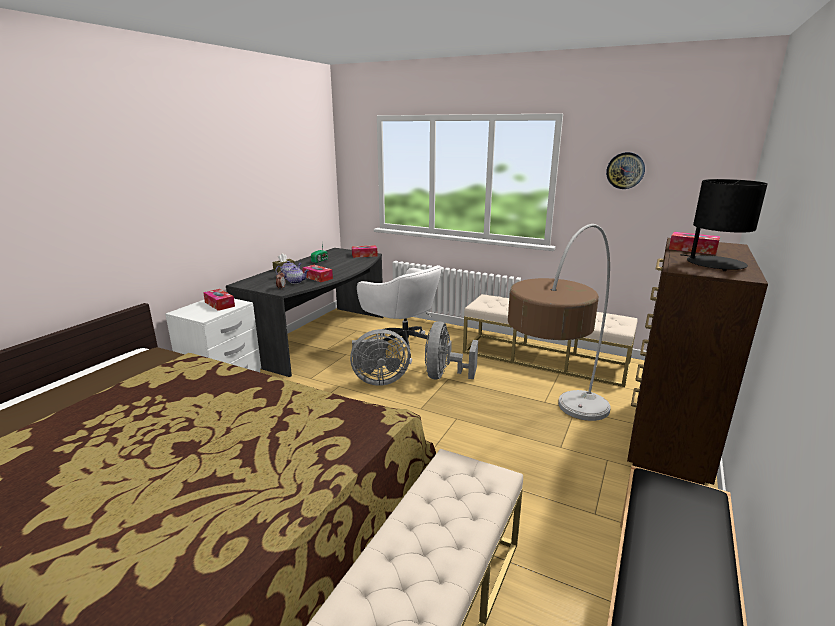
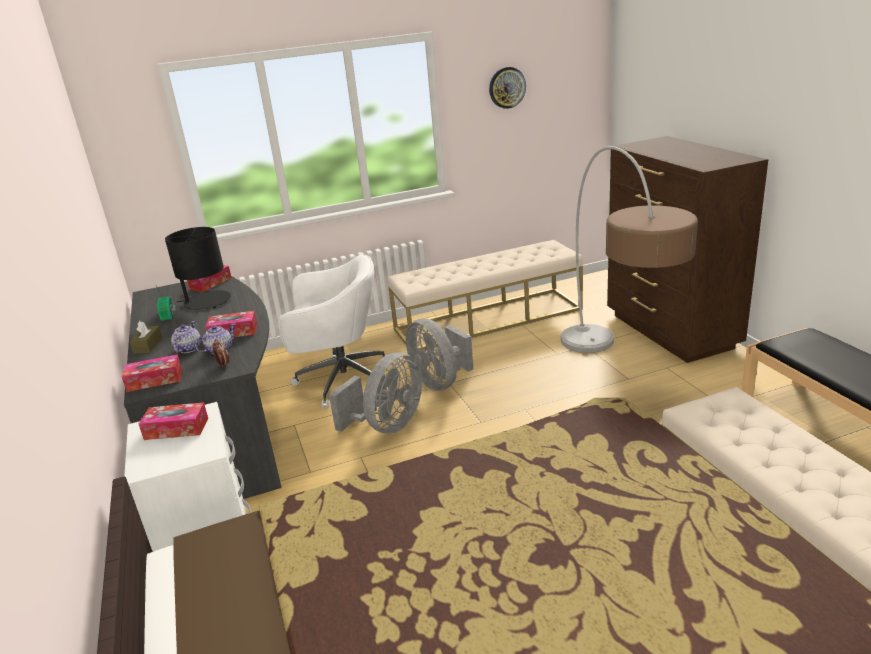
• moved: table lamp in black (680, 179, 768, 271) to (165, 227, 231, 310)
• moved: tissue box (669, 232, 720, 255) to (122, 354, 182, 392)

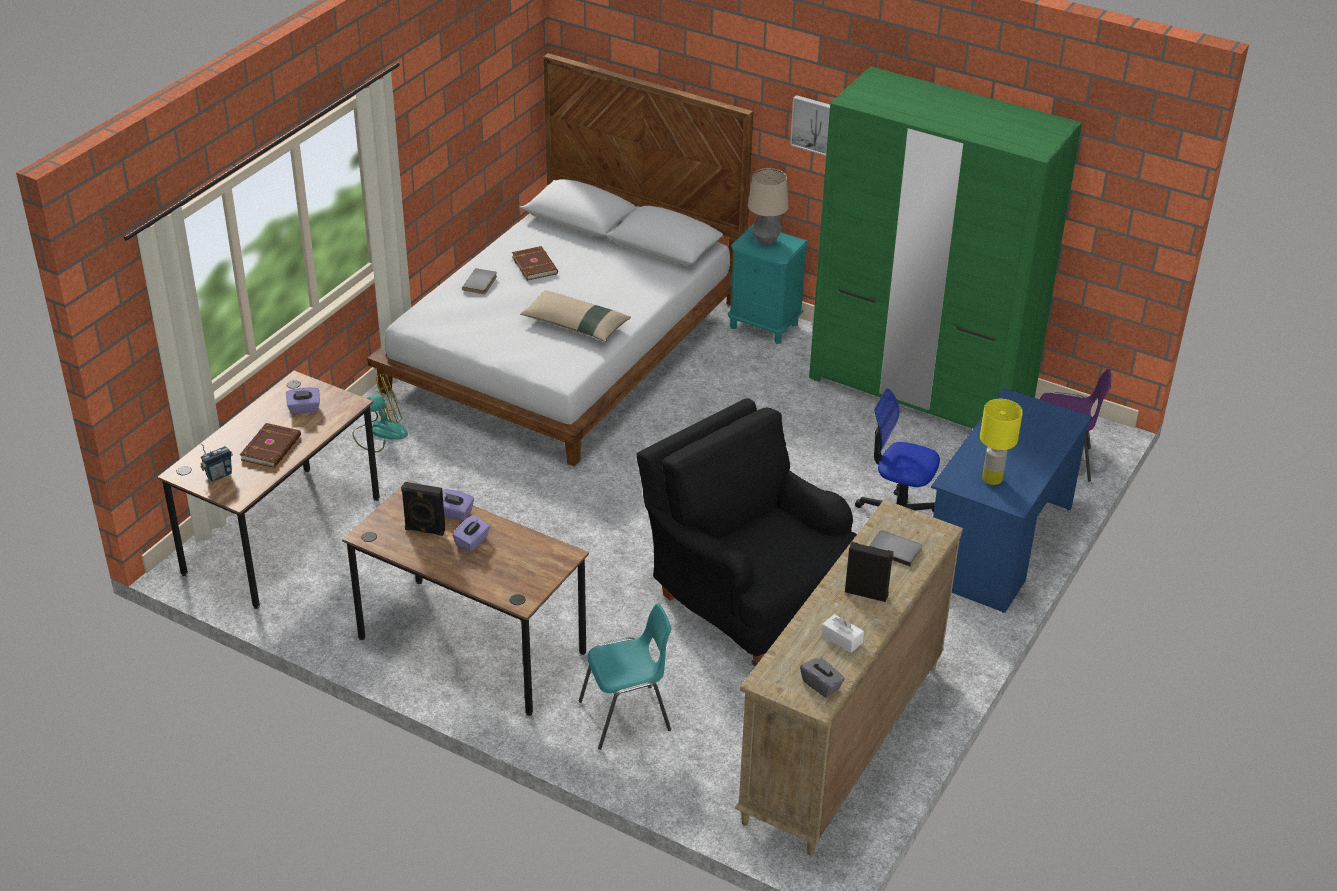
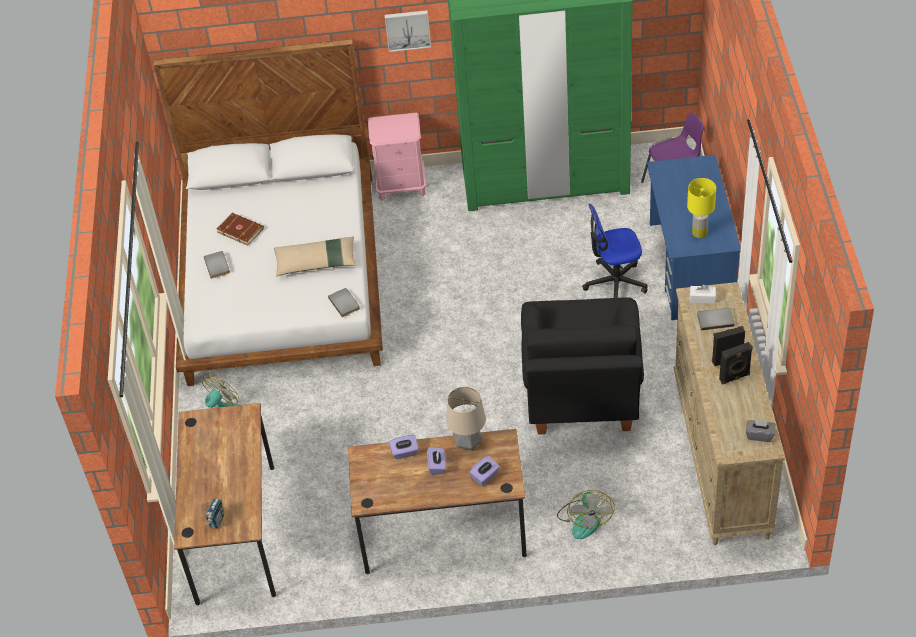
• moved: table lamp (748, 168, 789, 246) to (446, 387, 486, 451)
• recoloured: nightstand in turquoise (728, 224, 808, 344) to nightstand in pink (368, 113, 426, 201)
• moved: tissue box in purple (286, 387, 320, 414) to (469, 456, 500, 486)
• turned: armchair in black (637, 398, 857, 666) = (521, 297, 644, 435) 105 degrees counterclockwise
• removed: book in brown (240, 423, 301, 468)
• moved: speaker in black (401, 482, 445, 536) to (719, 342, 753, 385)
• replaced: chair in turquoise (579, 603, 671, 750) to fan (557, 490, 615, 539)
• moved: tissue box in white (821, 614, 864, 653) to (690, 284, 716, 304)
• added: book in grey (328, 288, 360, 317)

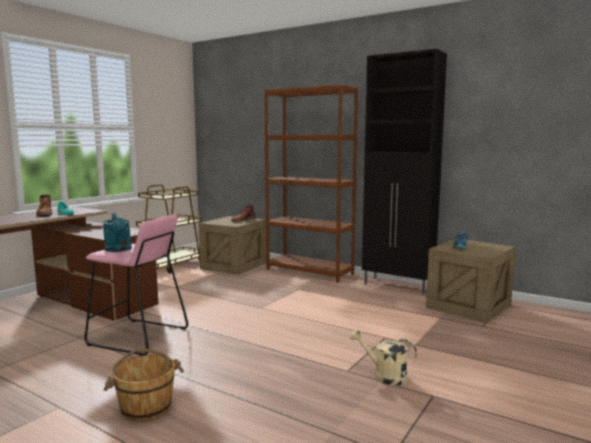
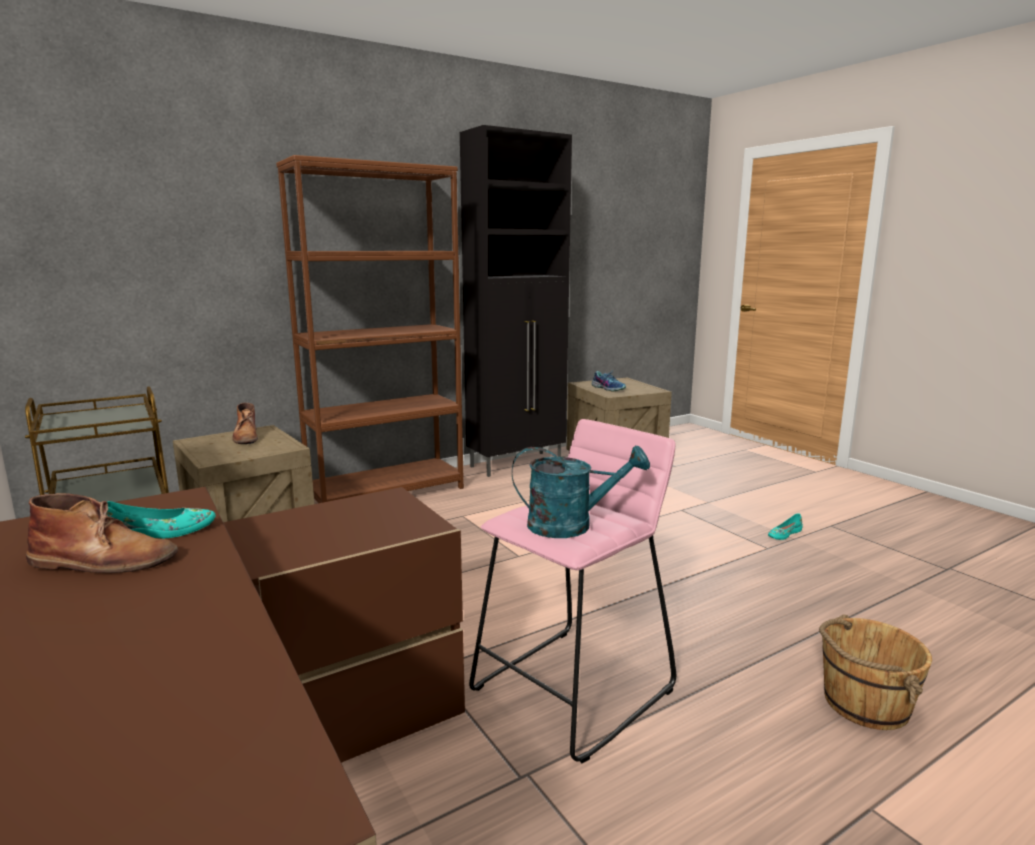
• replaced: watering can in beige (350, 329, 417, 385) to shoe in turquoise (768, 513, 803, 540)

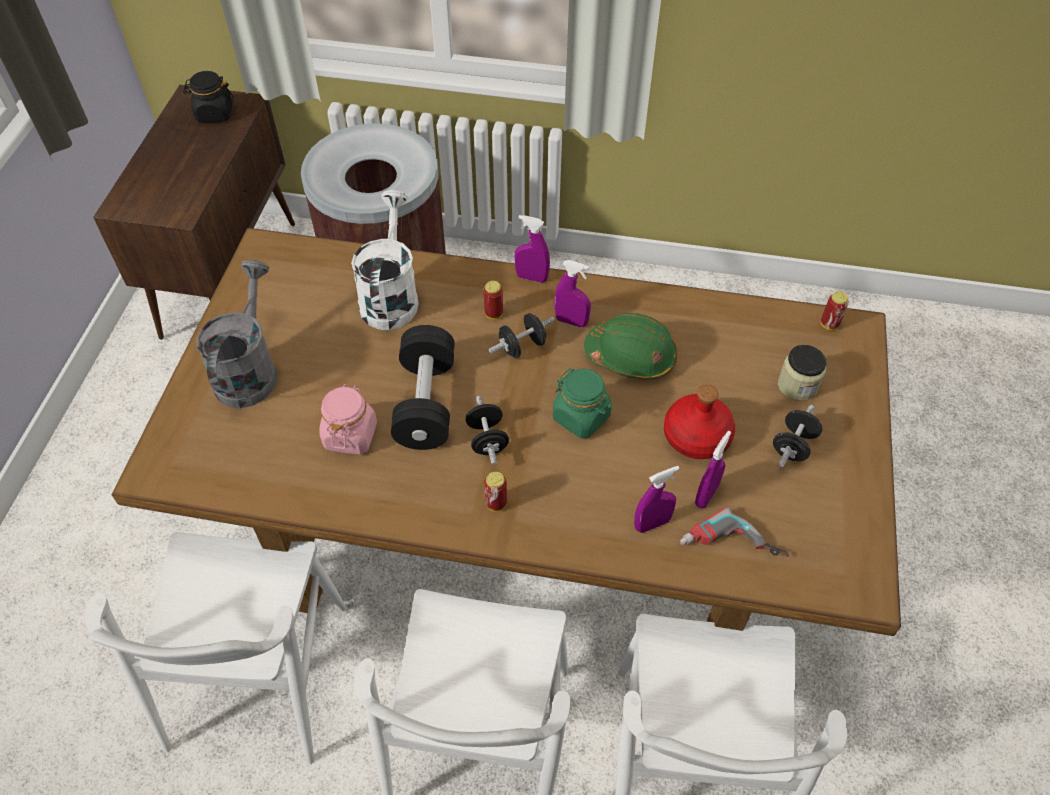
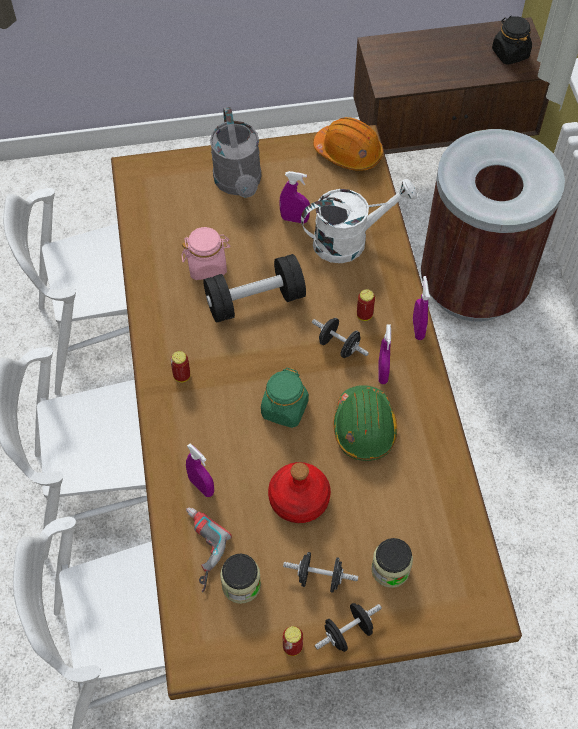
• turned: watering can in grey (196, 259, 277, 408) = (210, 107, 261, 198) 90 degrees clockwise
• moved: can (821, 291, 849, 330) to (283, 626, 303, 656)
• moved: dumbbell in black (466, 396, 509, 465) to (315, 603, 382, 652)
• moved: spray bottle in purple (695, 431, 732, 508) to (279, 171, 310, 223)
• added: hard hat in orange (313, 117, 383, 171)
• added: jar (220, 554, 261, 604)

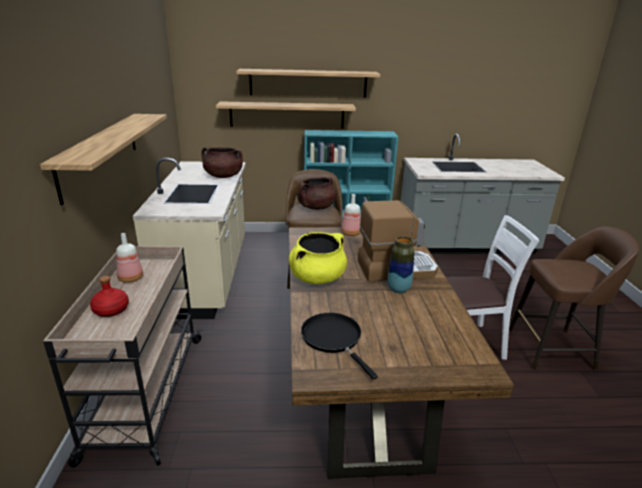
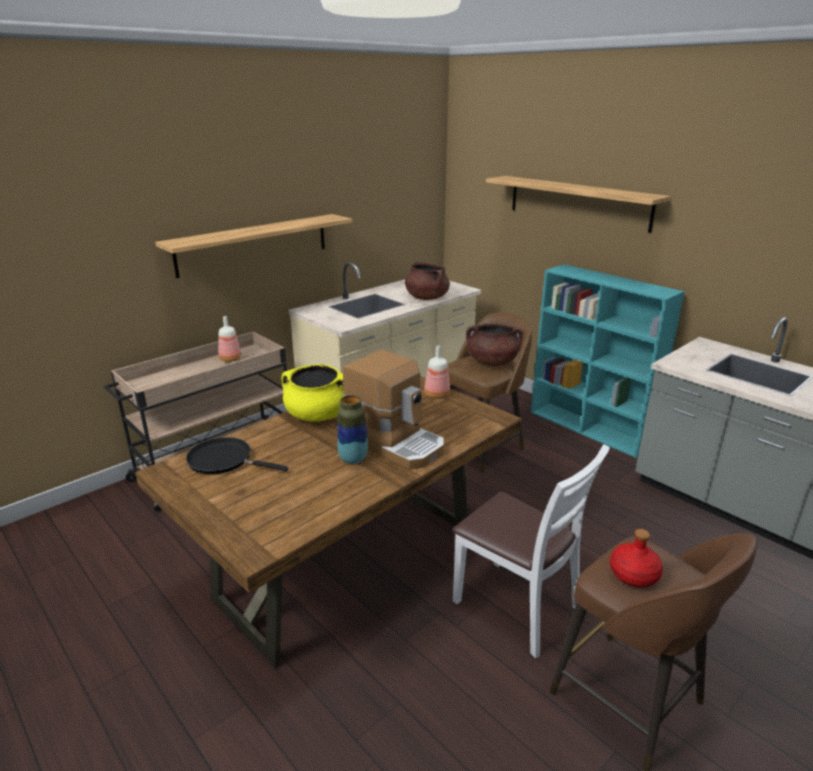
• removed: shelf (216, 101, 356, 129)
• moved: bottle in red (90, 276, 129, 317) to (610, 529, 663, 588)
• turned: frying pan in black (301, 313, 378, 380) = (186, 437, 289, 474) 90 degrees counterclockwise

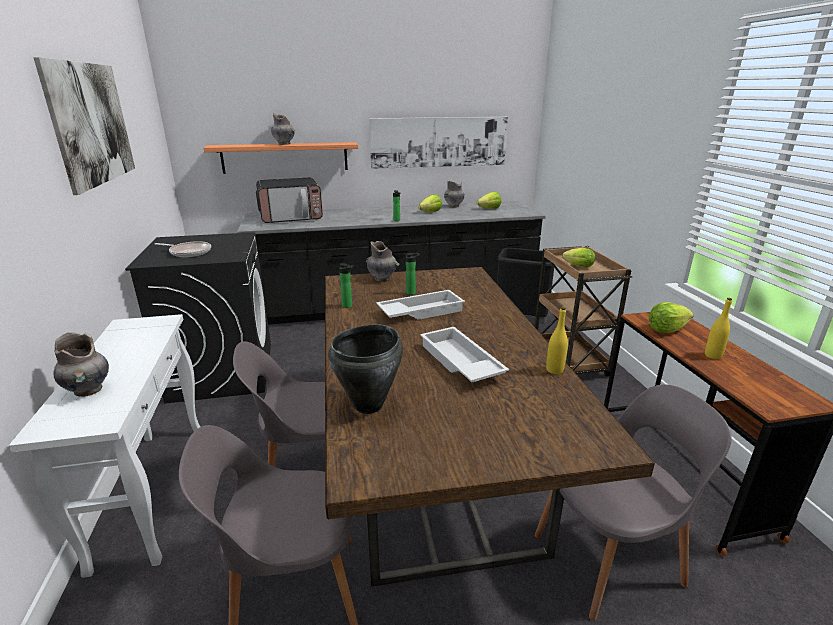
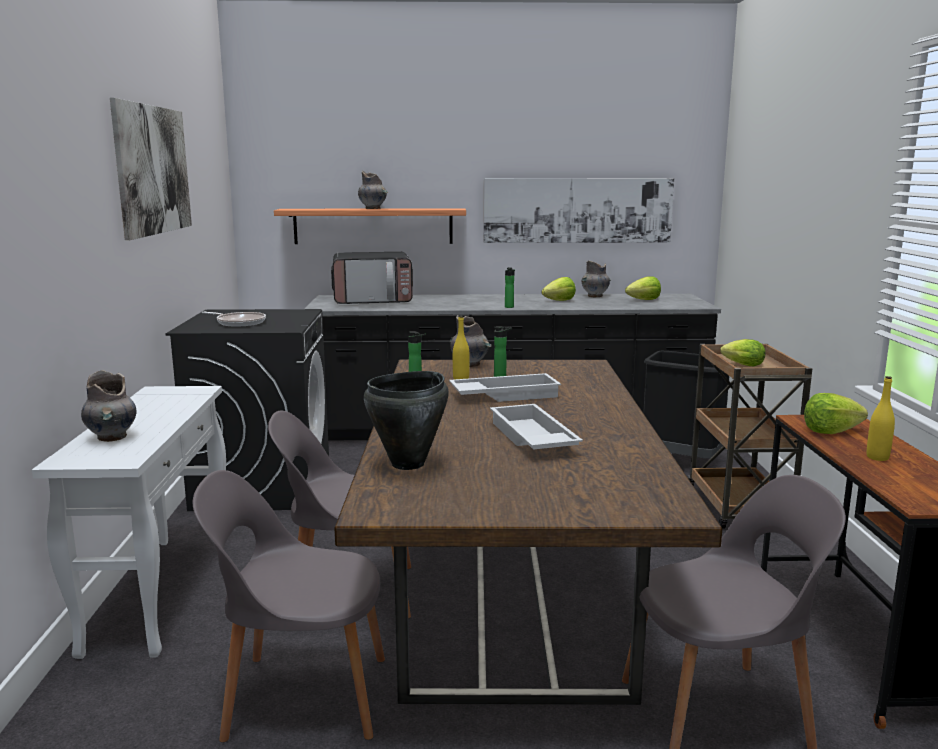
• moved: bottle in yellow (546, 307, 568, 374) to (453, 316, 470, 379)

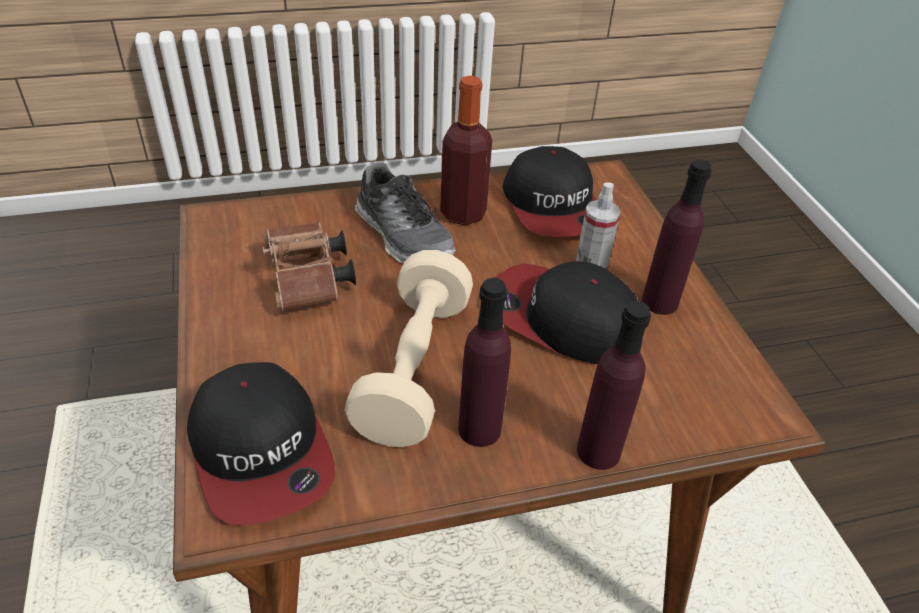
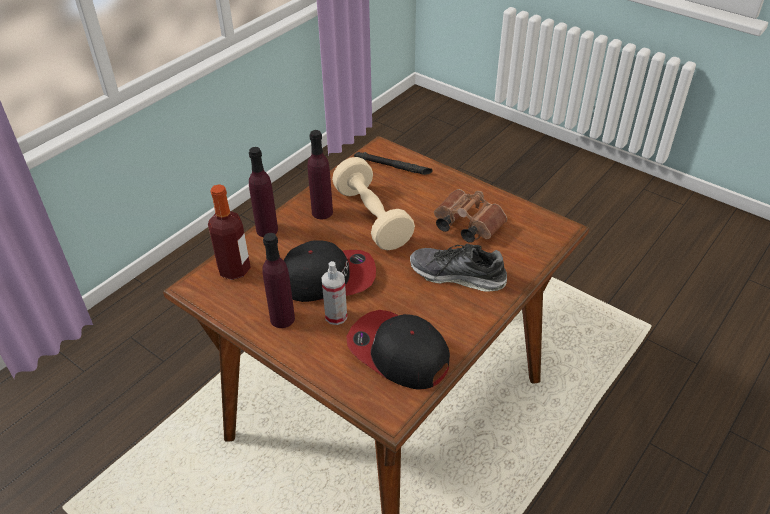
• moved: bottle (440, 76, 492, 225) to (208, 184, 251, 280)
• replaced: cap (187, 362, 335, 525) to flashlight in black (354, 152, 433, 175)

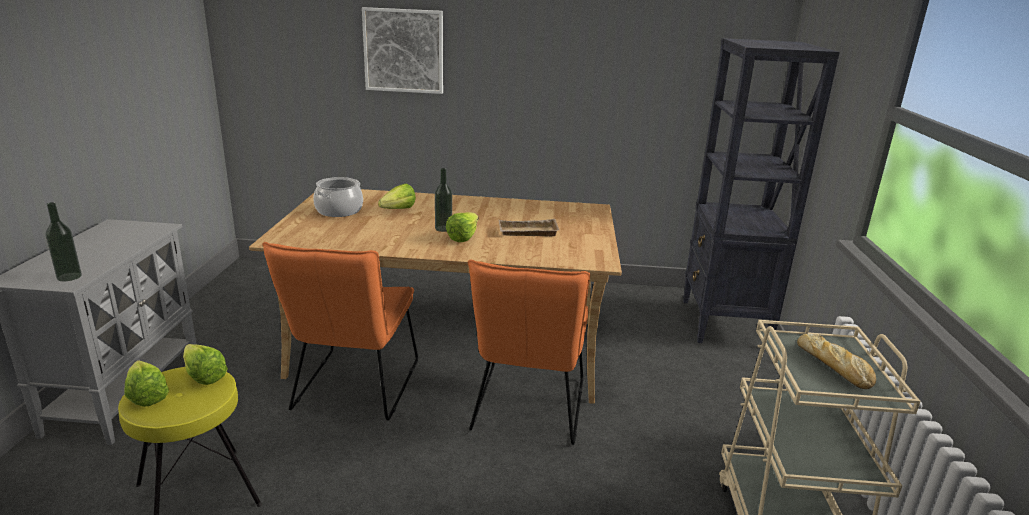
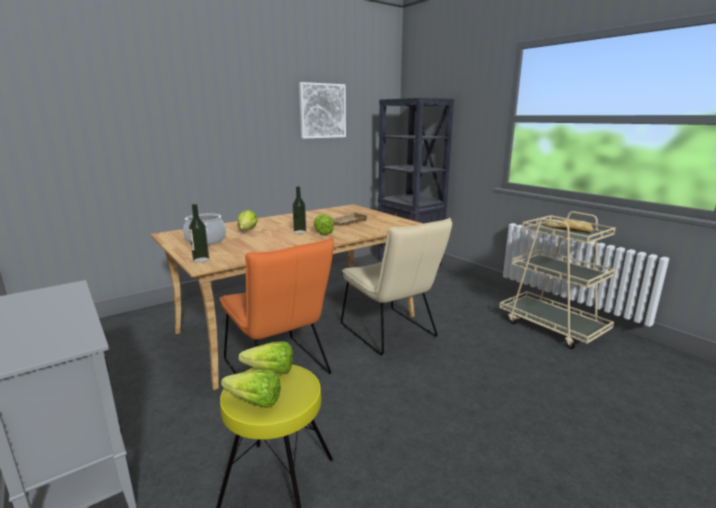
• moved: picture (362, 7, 443, 94) to (299, 82, 346, 139)
• moved: bottle (46, 202, 82, 281) to (189, 204, 209, 263)
• recoloured: chair in orange (468, 260, 590, 445) to chair in beige (341, 218, 452, 355)

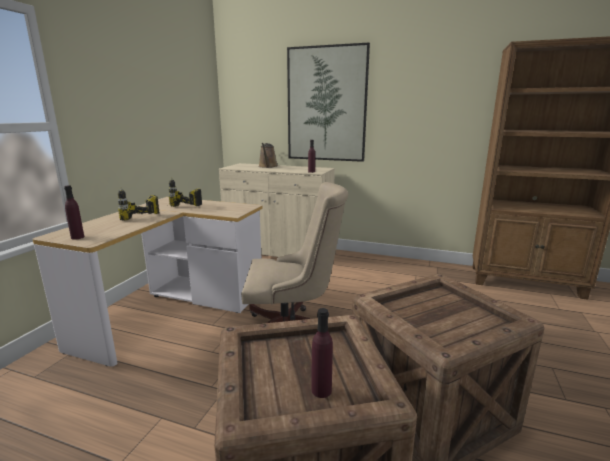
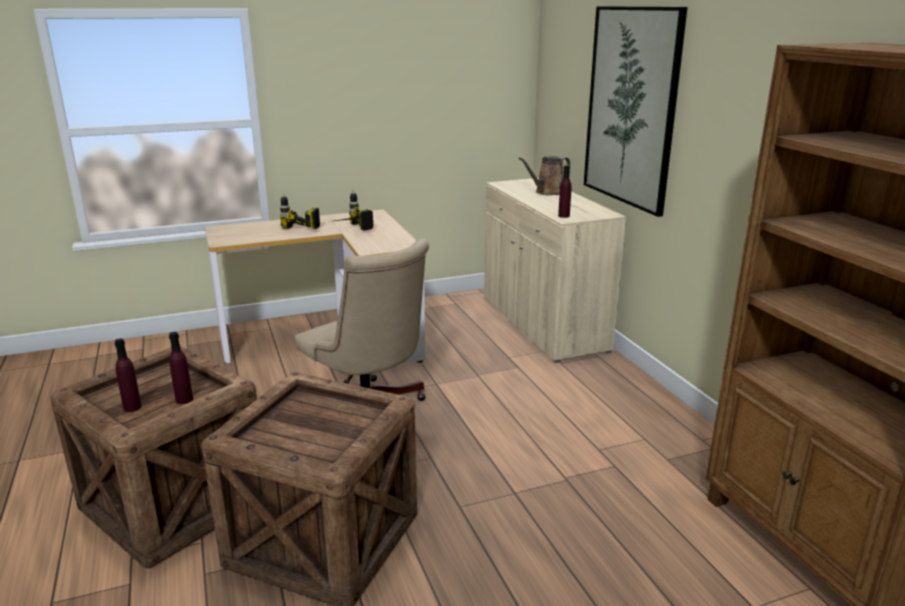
• moved: bottle in purple (64, 185, 84, 240) to (169, 332, 193, 404)

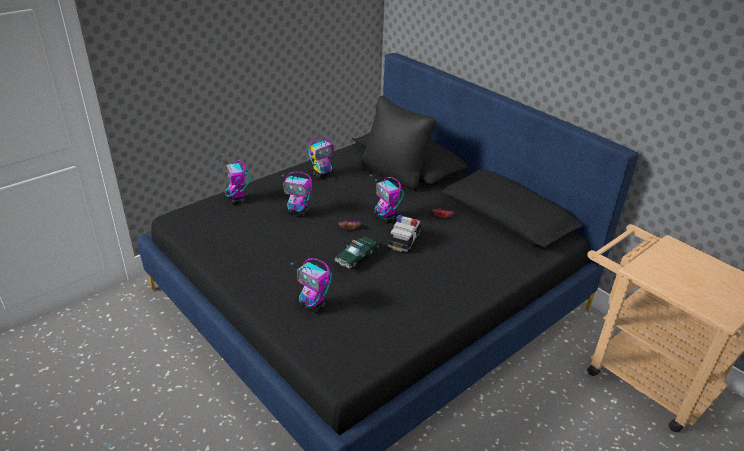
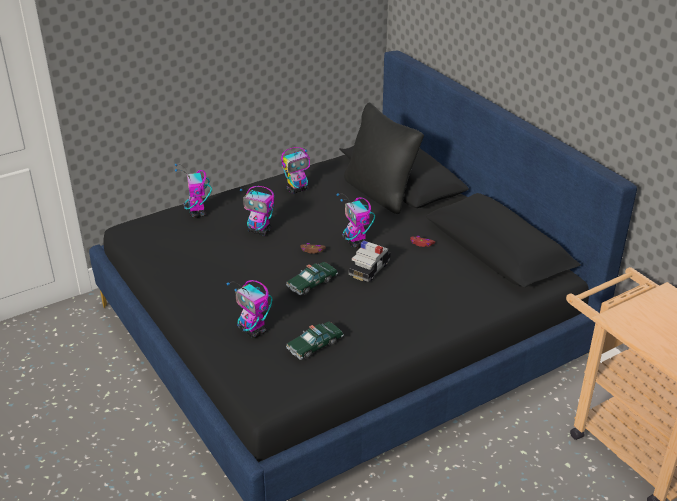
• added: toy car (286, 321, 344, 360)

